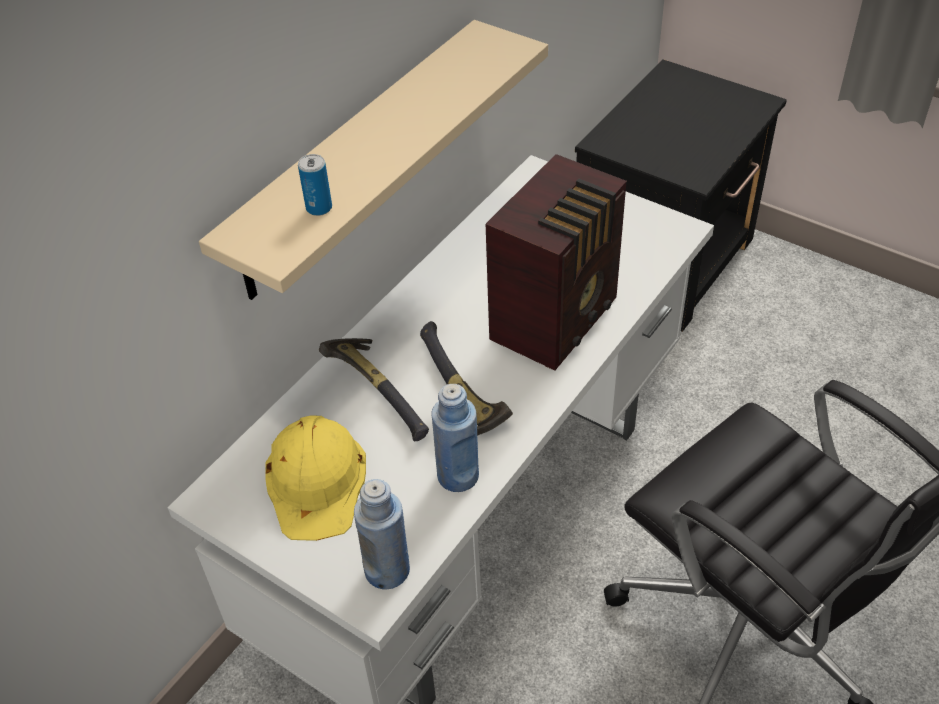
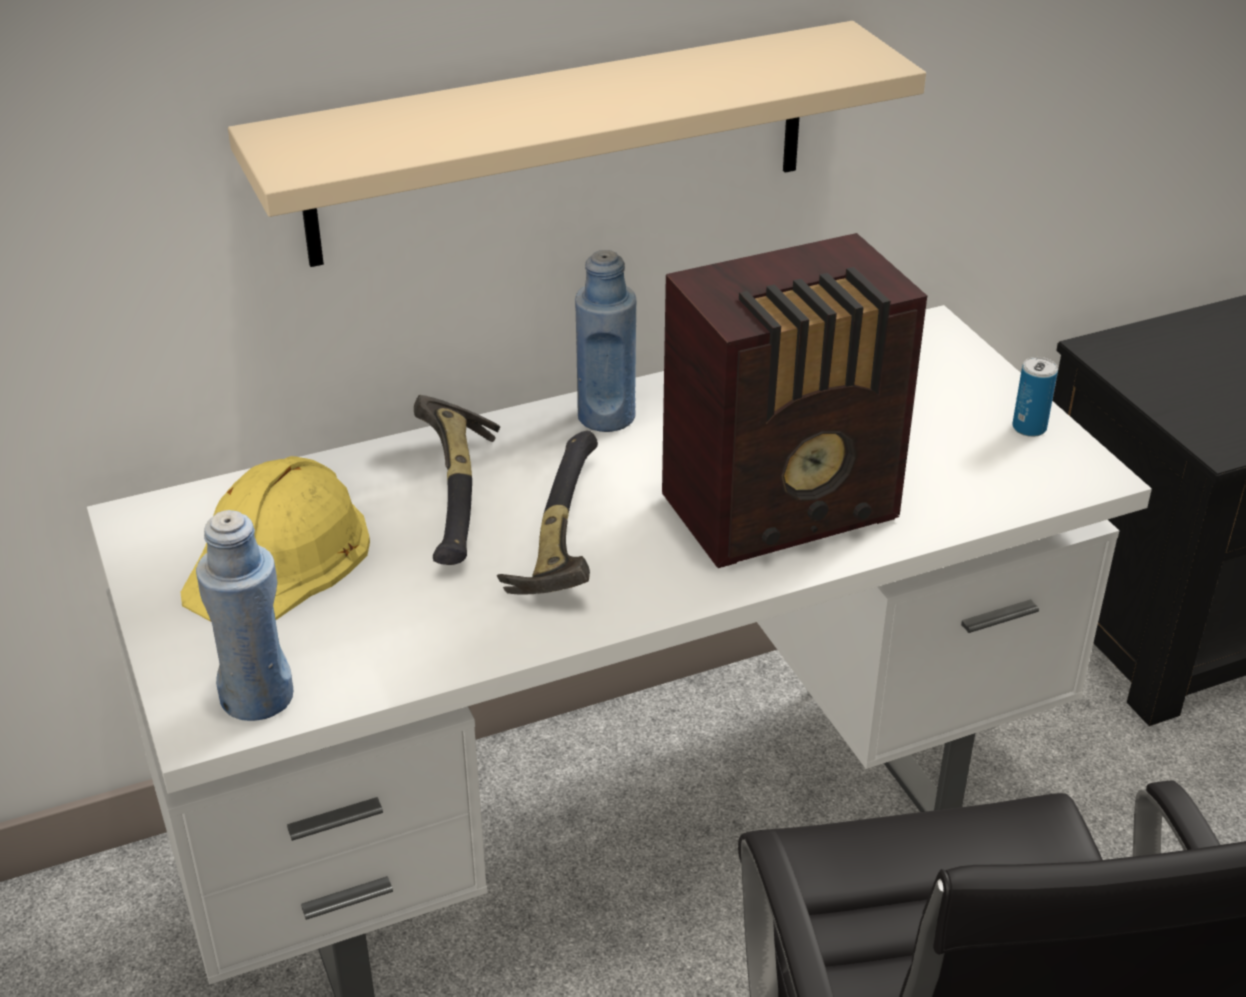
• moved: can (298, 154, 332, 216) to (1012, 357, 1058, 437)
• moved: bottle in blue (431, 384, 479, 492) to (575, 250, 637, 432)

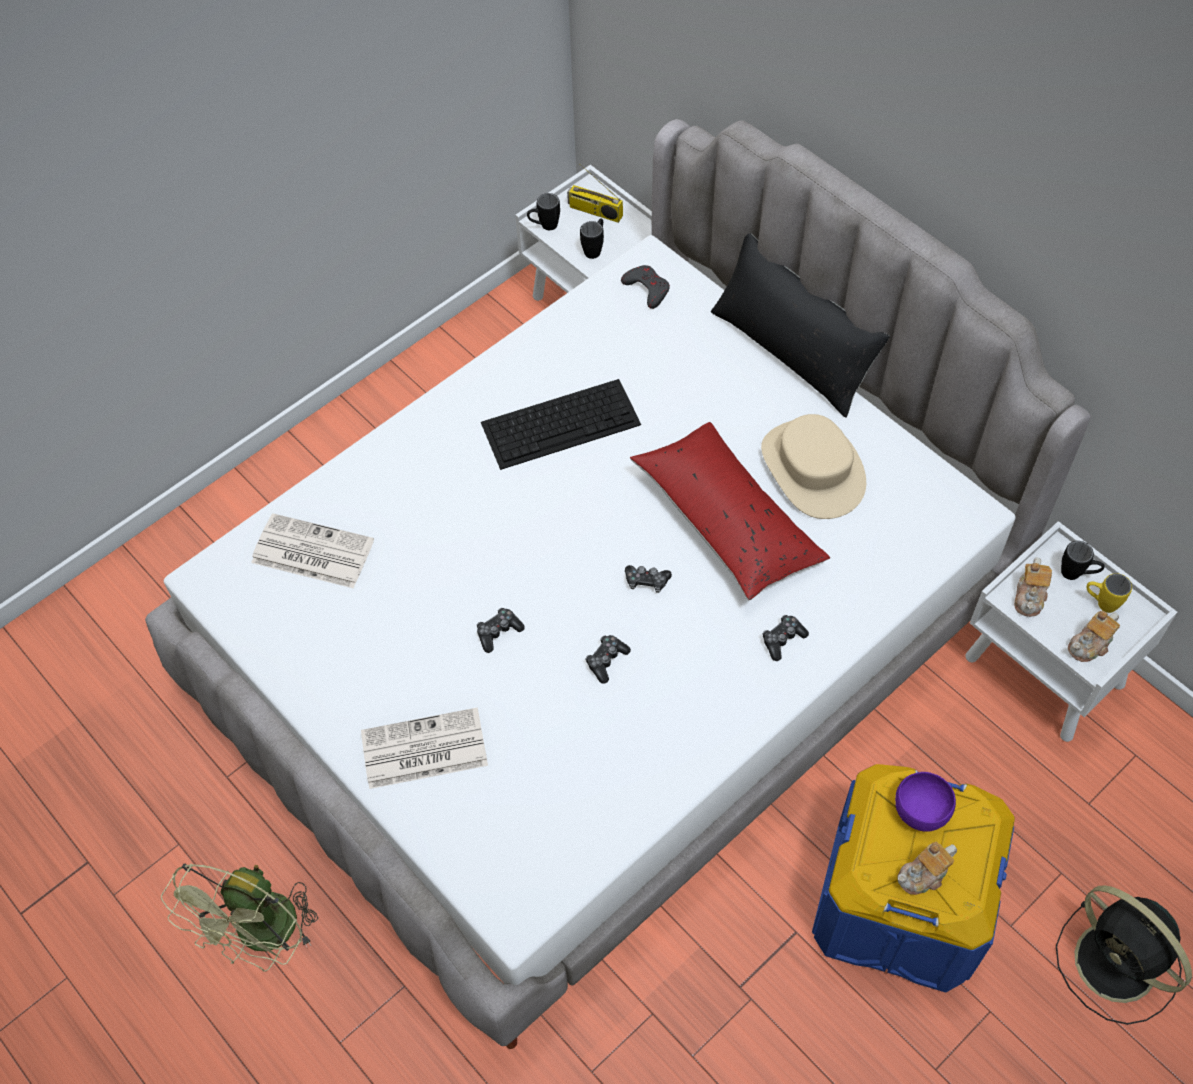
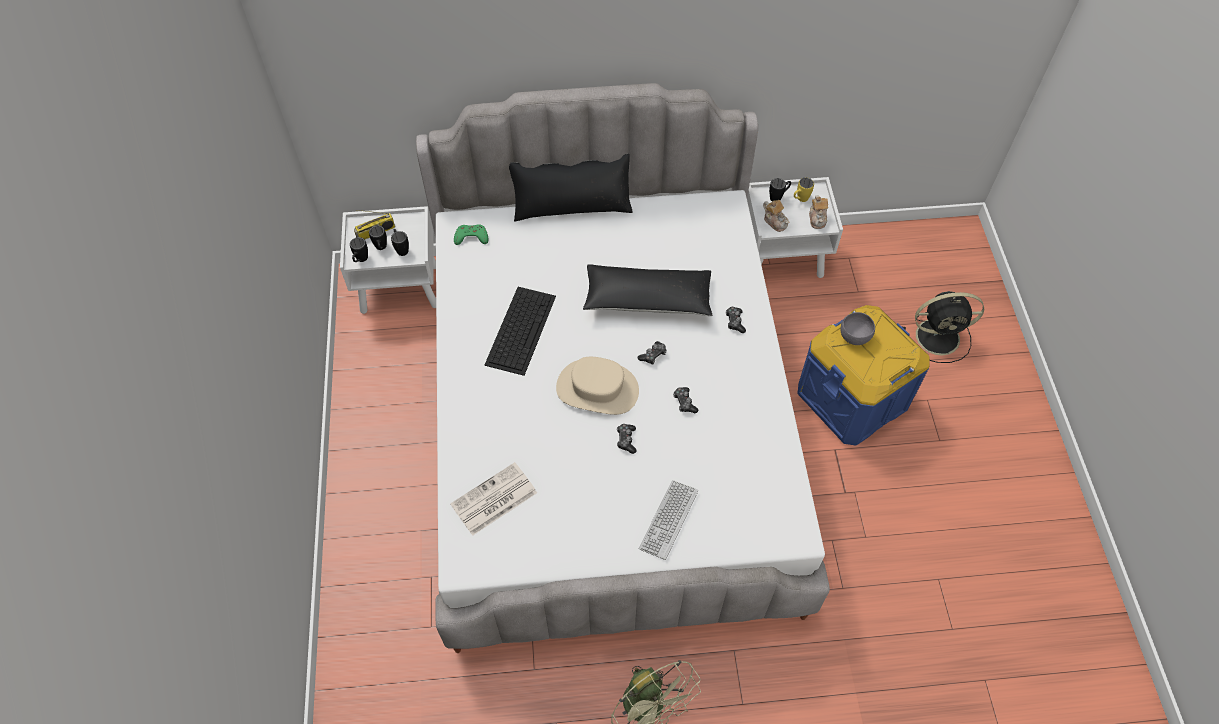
• recoloured: game controller in grey (621, 265, 670, 309) to game controller in green (454, 224, 488, 245)
• moved: hat in beige (761, 414, 866, 519) to (556, 357, 639, 415)
• recoloured: pillow in red (630, 422, 830, 600) to pillow in black (583, 264, 712, 316)
• replaced: newspaper (361, 707, 488, 789) to keyboard (639, 480, 698, 560)
• recoloured: bowl in purple (895, 772, 956, 832) to bowl in grey (840, 312, 875, 345)
• removed: teapot (897, 842, 957, 895)
• added: mug in black (369, 225, 387, 250)

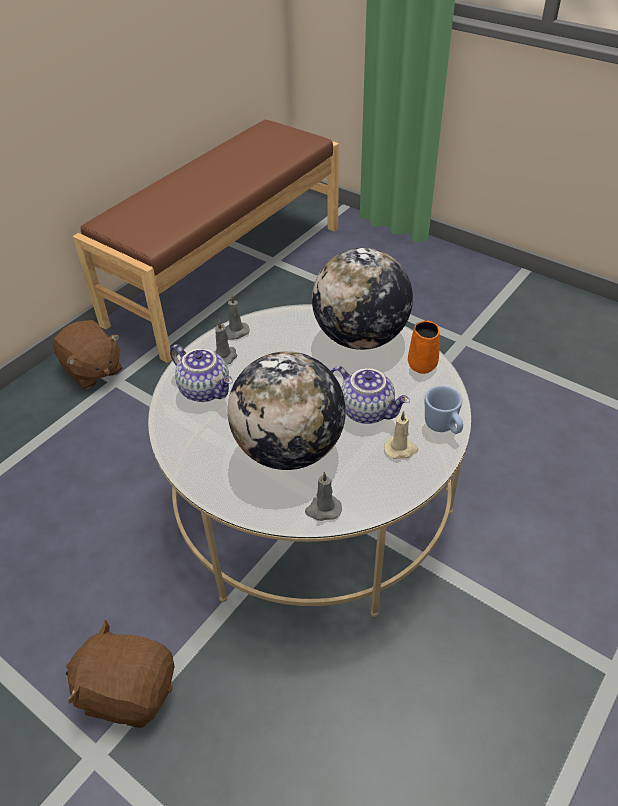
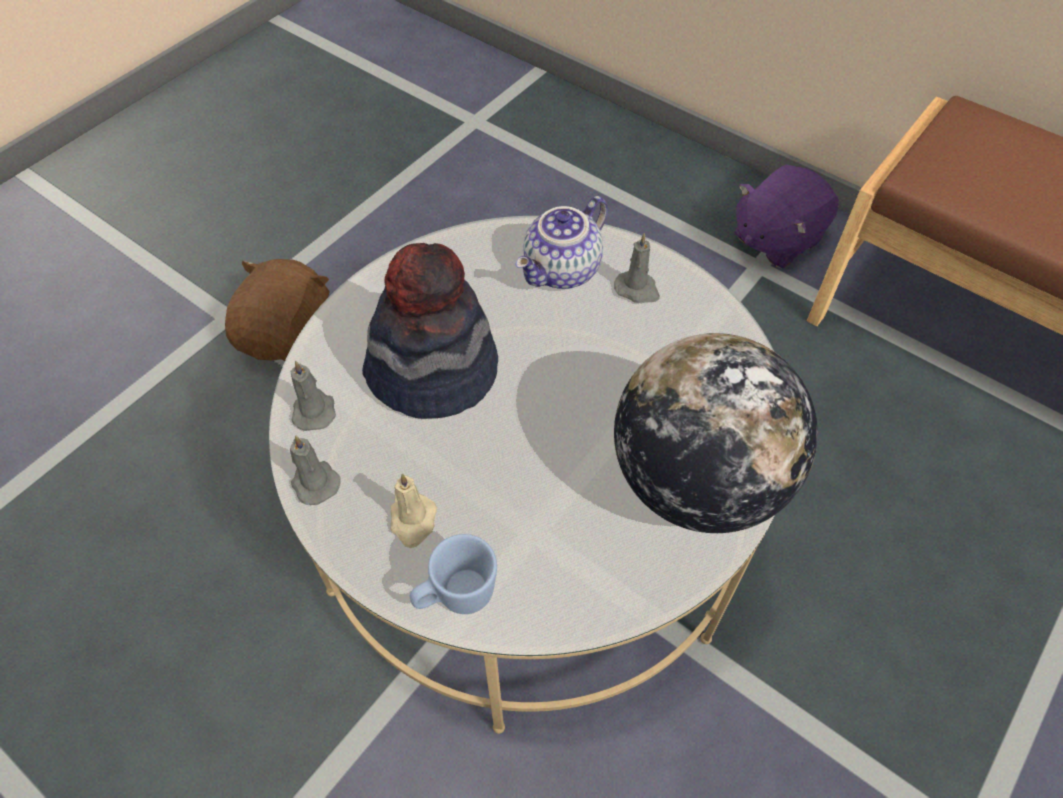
• moved: candle in grey (225, 294, 249, 340) to (290, 435, 341, 505)
• recoloured: plush toy in brown (53, 320, 122, 389) to plush toy in purple (734, 164, 839, 269)
• removed: mug in orange (408, 320, 440, 374)
• replaced: globe (228, 351, 346, 470) to hat (362, 243, 498, 419)
• removed: teapot (331, 366, 410, 424)

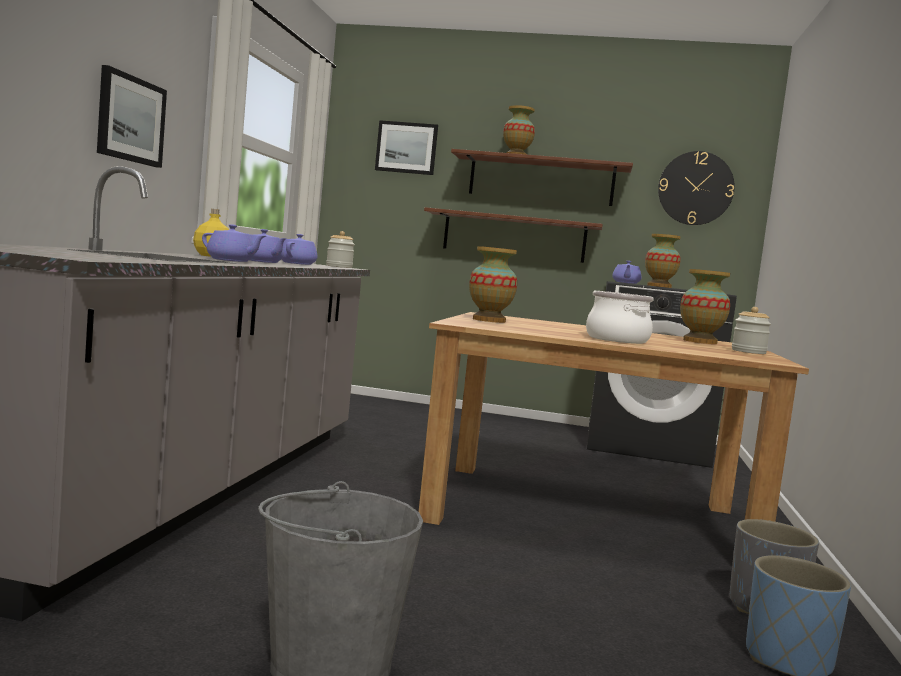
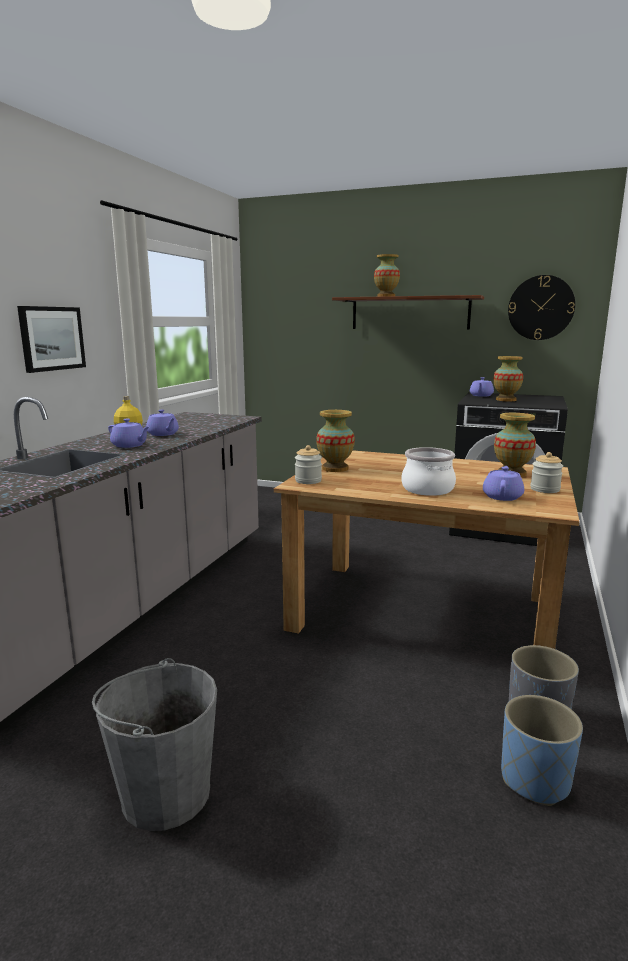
• removed: picture (375, 120, 438, 175)
• removed: shelf in brown (424, 207, 603, 263)
• moved: jar (326, 231, 355, 268) to (295, 445, 322, 484)
• moved: teapot in purple (282, 234, 317, 265) to (483, 466, 524, 501)

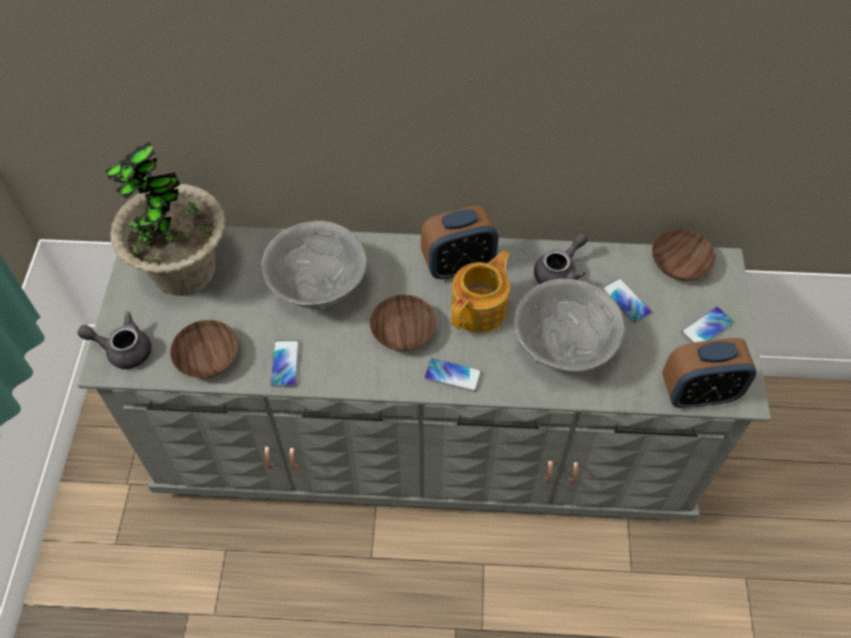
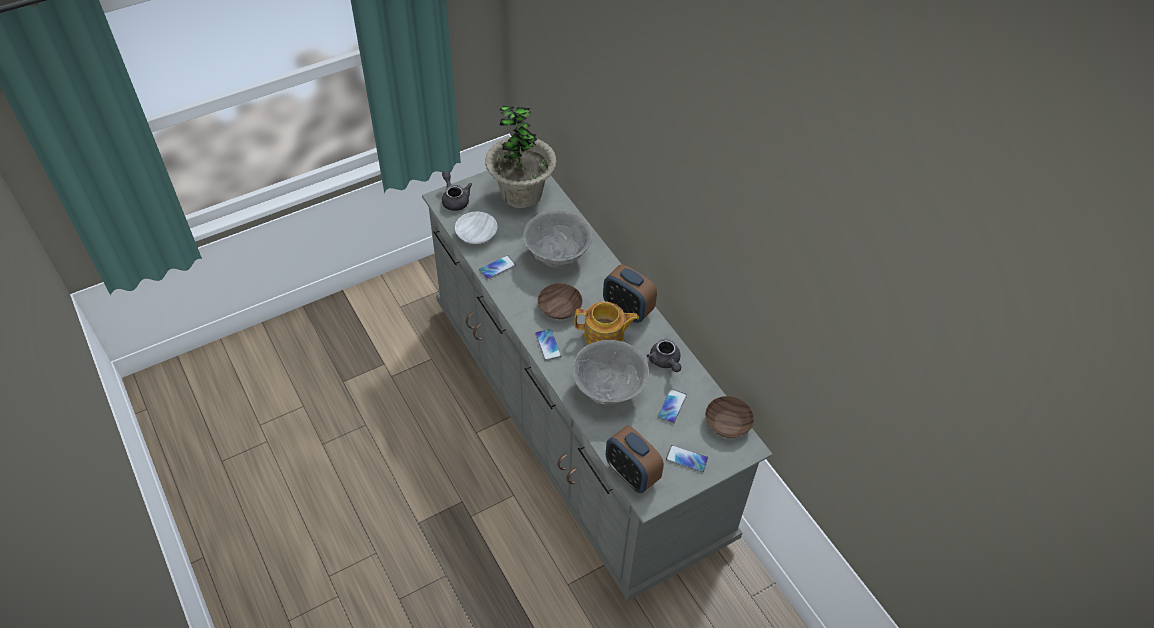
• turned: teapot in grey (534, 232, 588, 284) = (647, 339, 681, 372) 60 degrees clockwise
• recoloured: bowl in brown (170, 320, 238, 378) to bowl in white (455, 212, 497, 244)

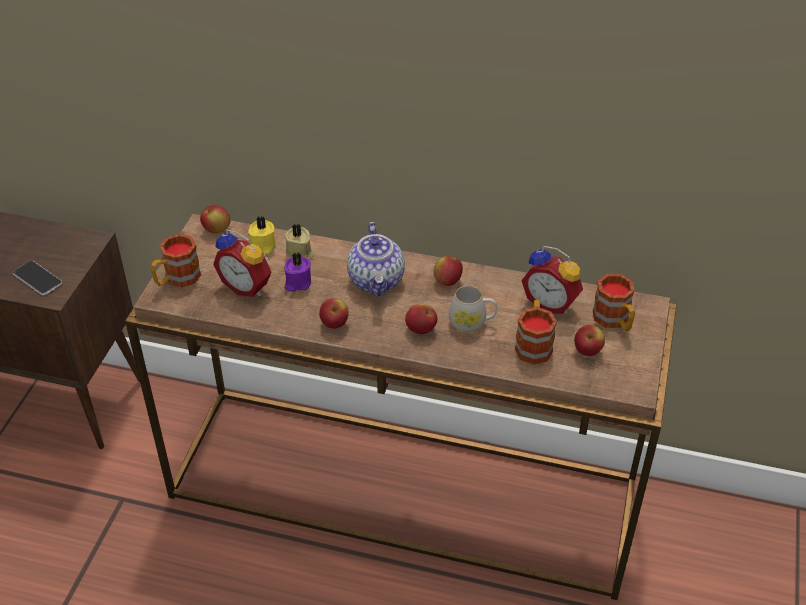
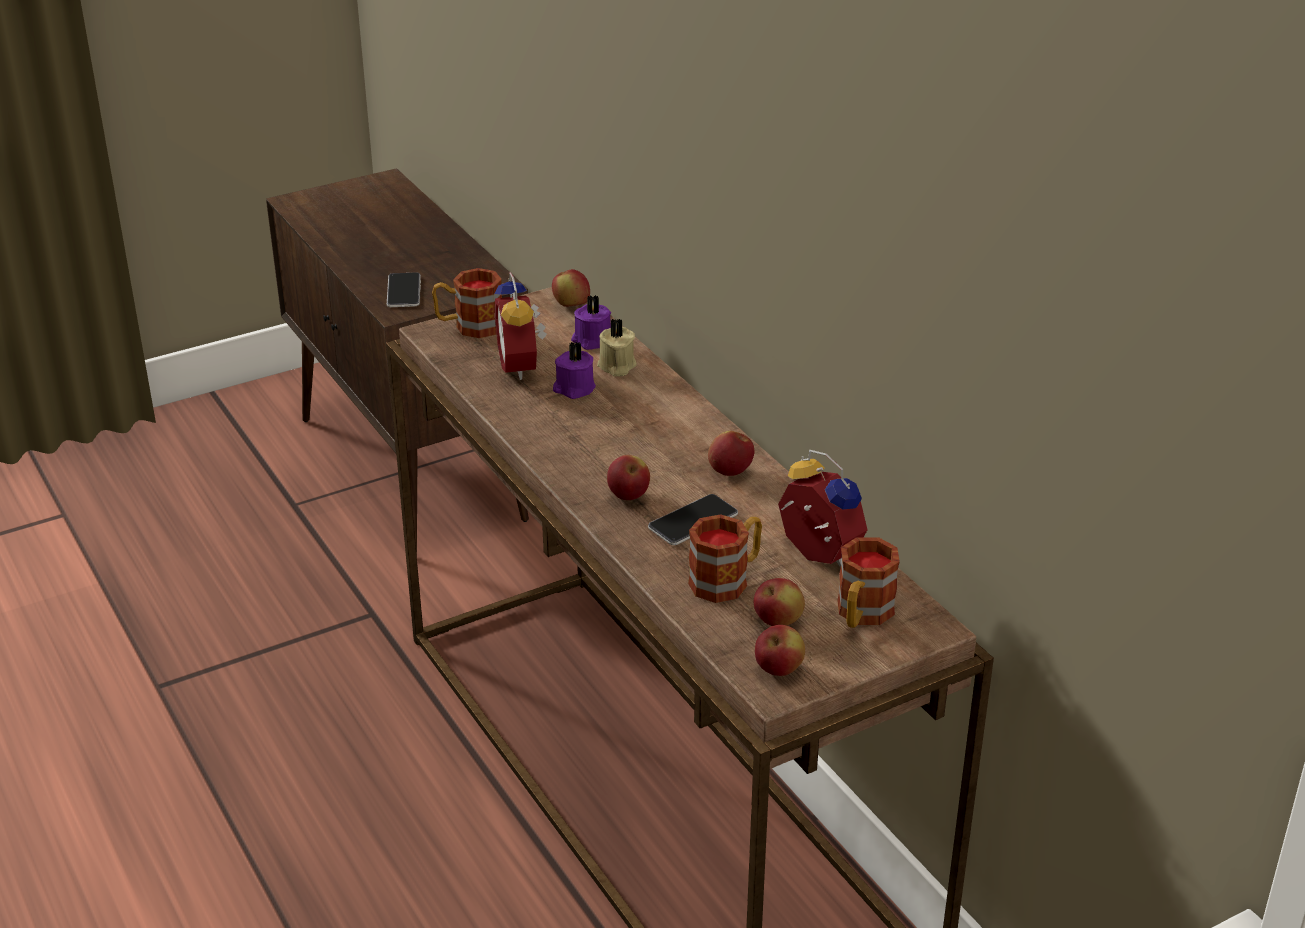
• recoloured: candle in yellow (248, 217, 276, 254) to candle in purple (571, 295, 611, 350)
• removed: teapot (347, 222, 405, 296)
• turned: alarm clock (521, 246, 583, 314) = (778, 449, 867, 567) 150 degrees clockwise
• replaced: mug in white (449, 286, 497, 332) to phone (648, 494, 738, 545)
• moved: apple (319, 298, 349, 329) to (755, 625, 805, 676)

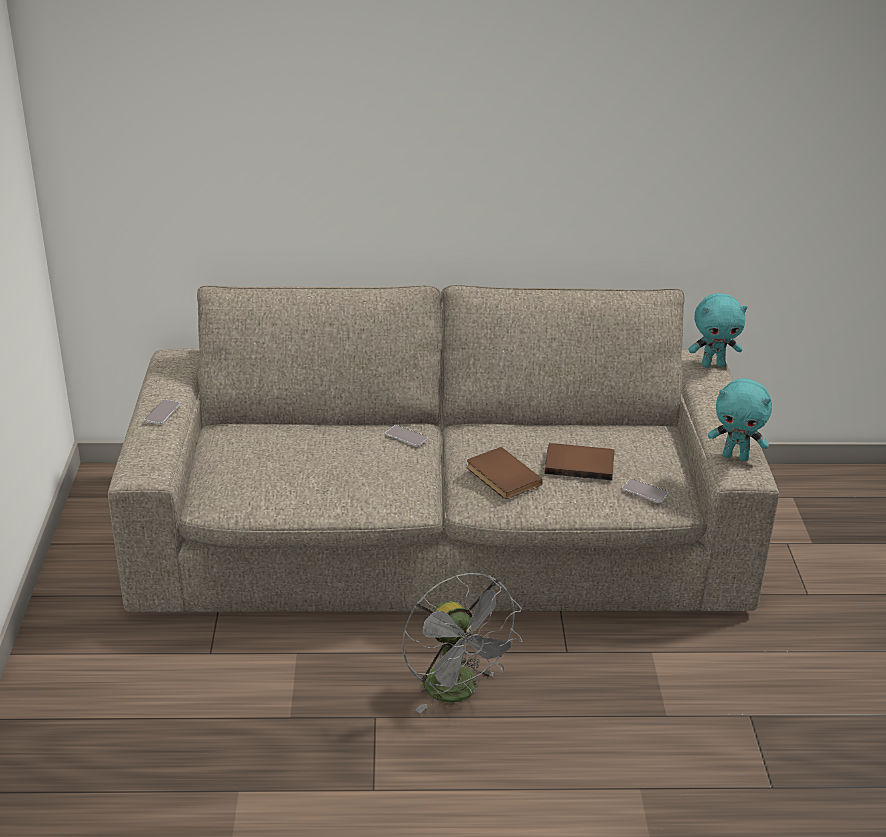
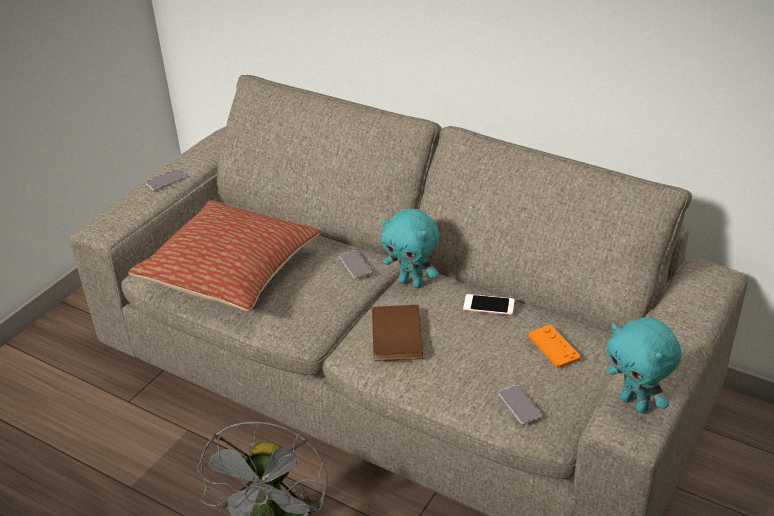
• moved: plush toy in turquoise (689, 293, 748, 367) to (382, 209, 439, 289)
• removed: book in brown (544, 443, 614, 481)
• added: pillow (128, 200, 321, 311)
• added: phone (463, 294, 515, 315)
• added: game controller in orange (528, 325, 581, 368)

